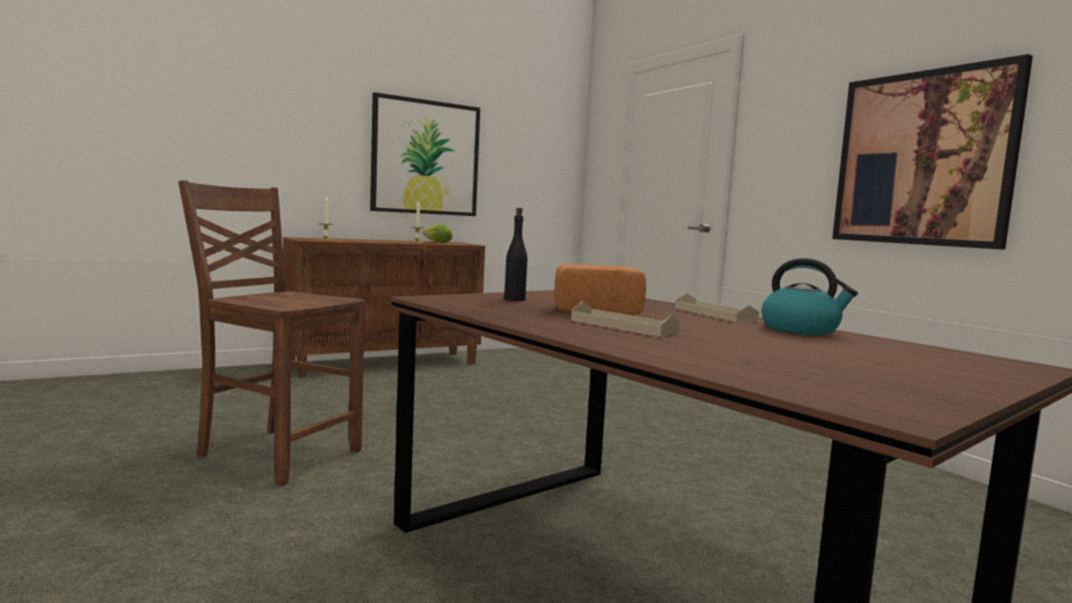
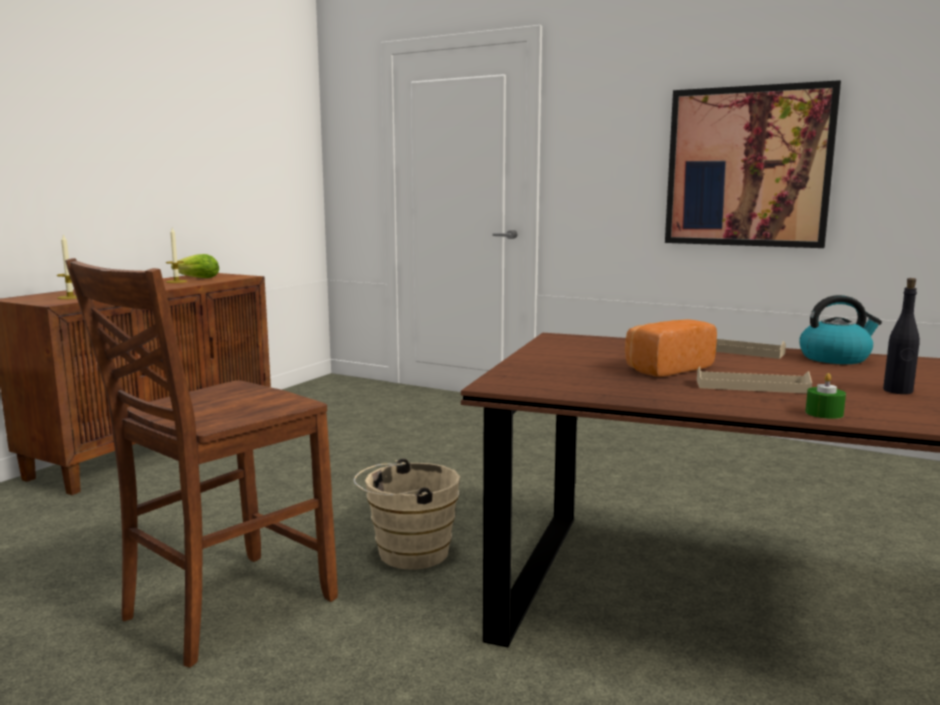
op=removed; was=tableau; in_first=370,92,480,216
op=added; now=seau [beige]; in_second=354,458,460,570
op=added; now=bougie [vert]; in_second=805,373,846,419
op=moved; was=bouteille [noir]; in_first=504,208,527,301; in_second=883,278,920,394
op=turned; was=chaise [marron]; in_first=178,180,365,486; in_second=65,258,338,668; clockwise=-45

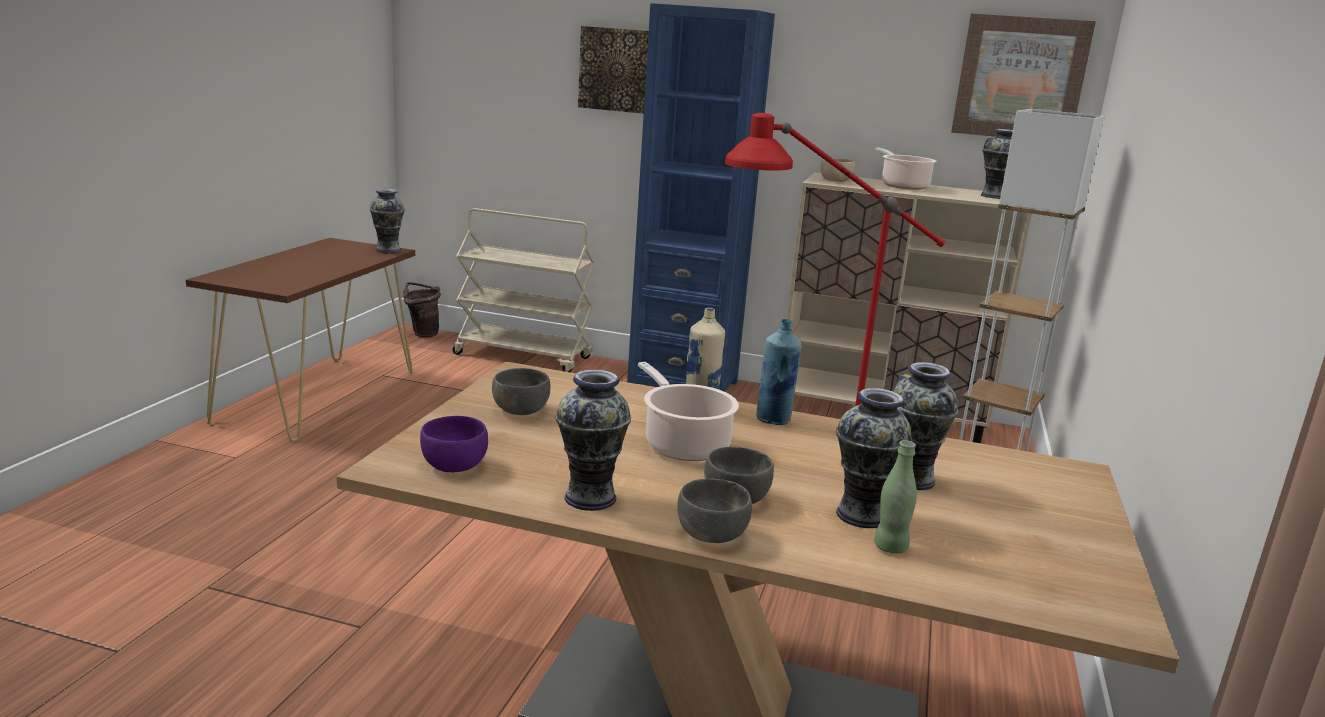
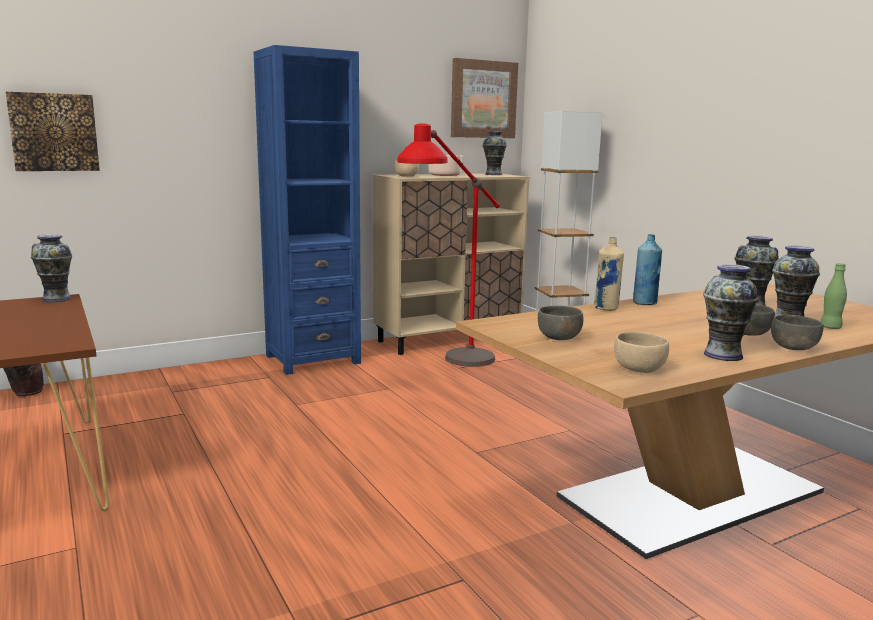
op=removed; was=chariot [beige]; in_first=453,208,595,372
op=removed; was=marmite; in_first=638,362,739,461
op=moved; was=tableau; in_first=578,26,649,114; in_second=6,92,100,171
op=recoloured; was=bol [violet]; now=bol [beige]; in_first=420,416,488,472; in_second=614,332,669,373

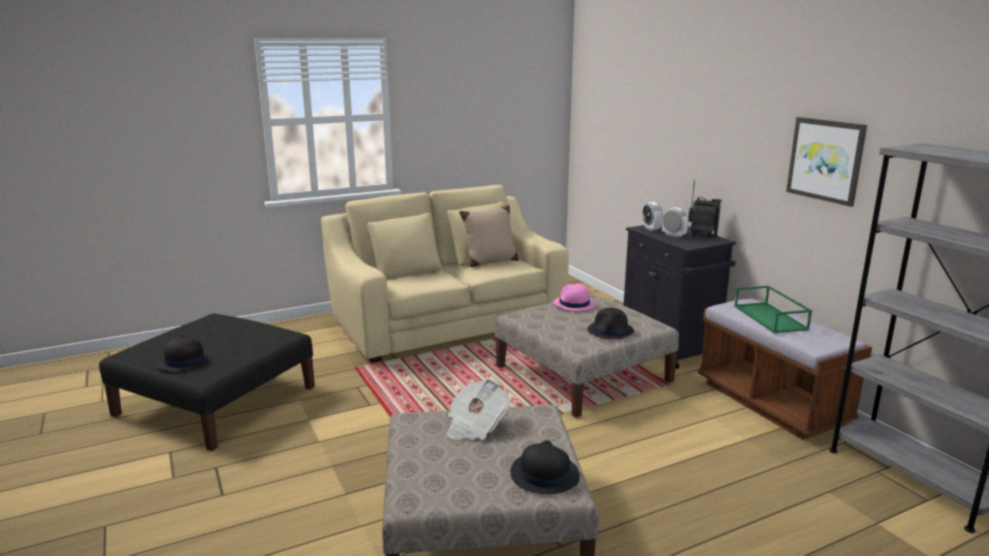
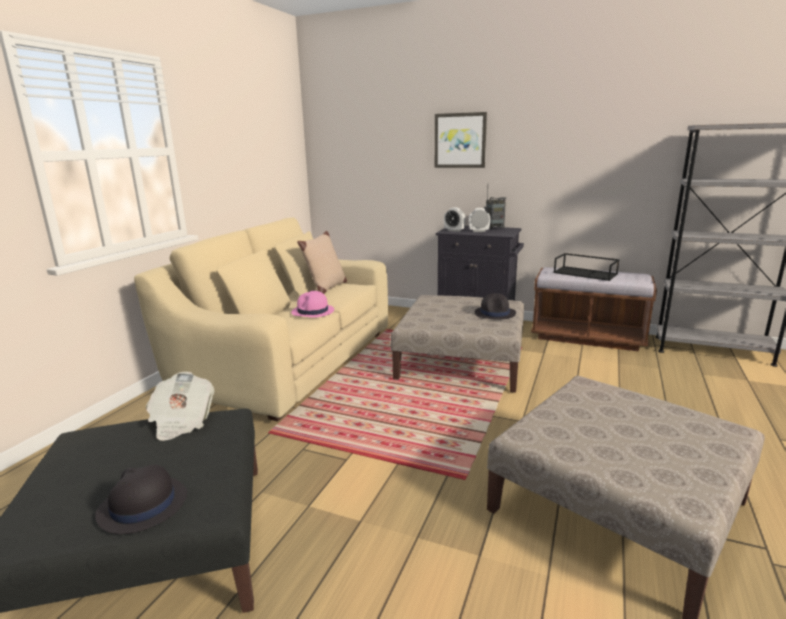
op=removed; was=chapeau [noir]; in_first=510,440,580,494
op=moved; was=journal; in_first=447,379,510,440; in_second=146,372,215,441
op=moved; was=chapeau [rose]; in_first=553,284,596,311; in_second=291,291,334,318
op=moved; was=tableau; in_first=786,117,867,207; in_second=435,112,487,168
op=recoloured; was=plateau [vert]; now=plateau [noir]; in_first=734,285,812,333; in_second=553,253,620,281

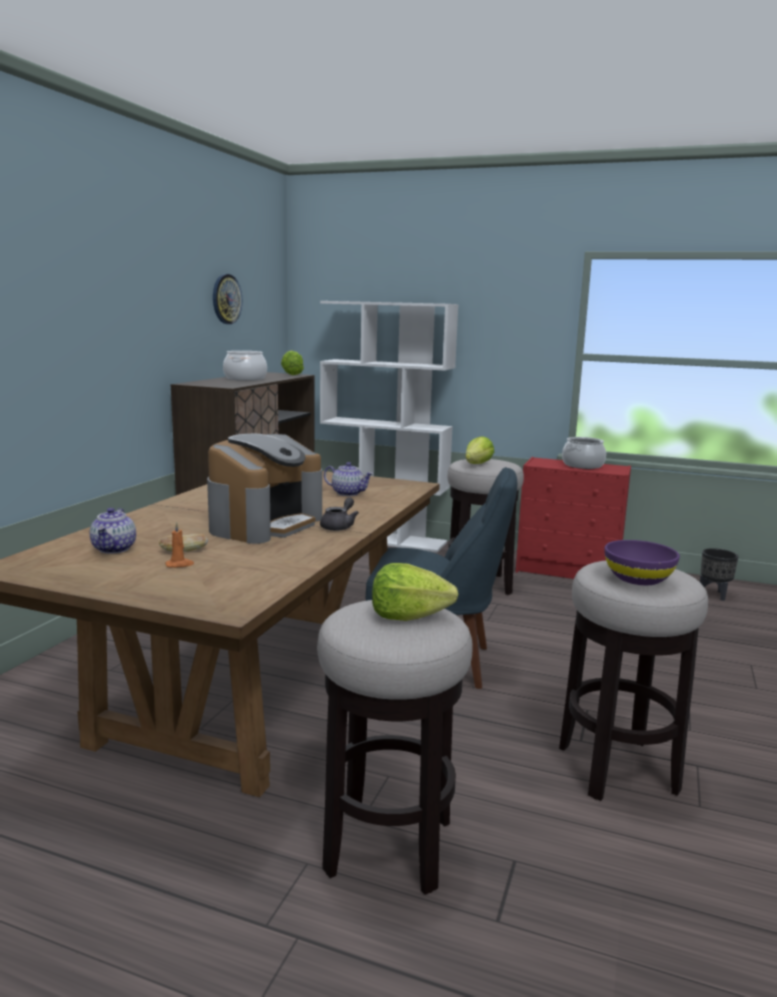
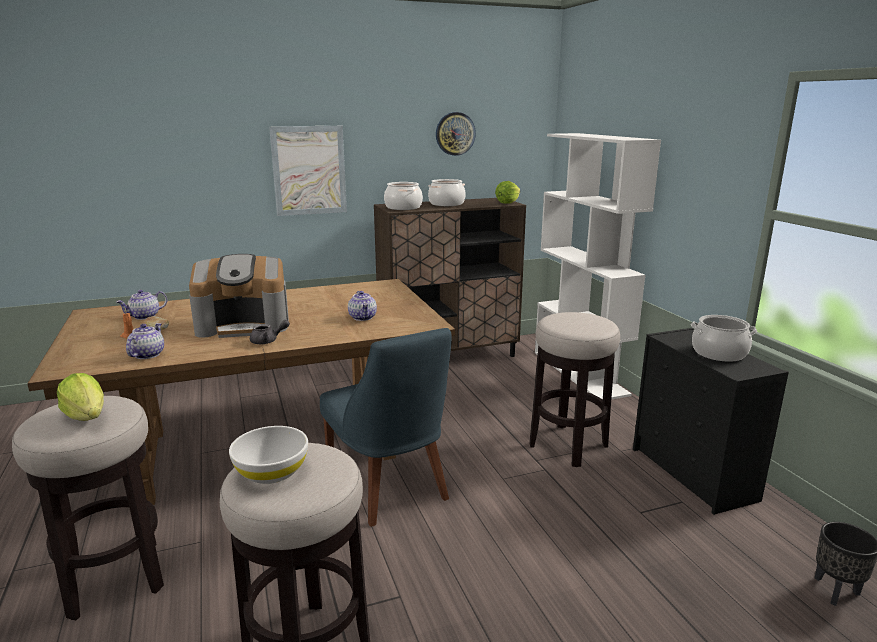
op=removed; was=laitue; in_first=465,436,494,464
op=added; now=théière; in_second=126,323,164,359
op=added; now=tableau; in_second=269,126,347,216
op=added; now=marmite; in_second=384,182,423,210
op=recoloured; was=commode [rouge]; now=commode [noir]; in_first=516,457,631,579; in_second=633,328,789,515
op=recoloured; was=bol [violet]; now=bol [blanc]; in_first=604,540,680,585; in_second=229,426,308,484

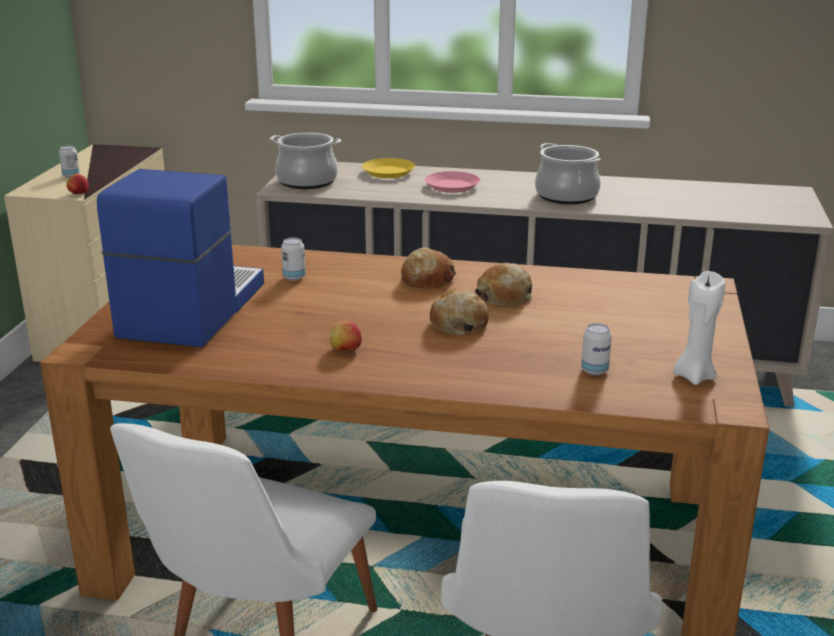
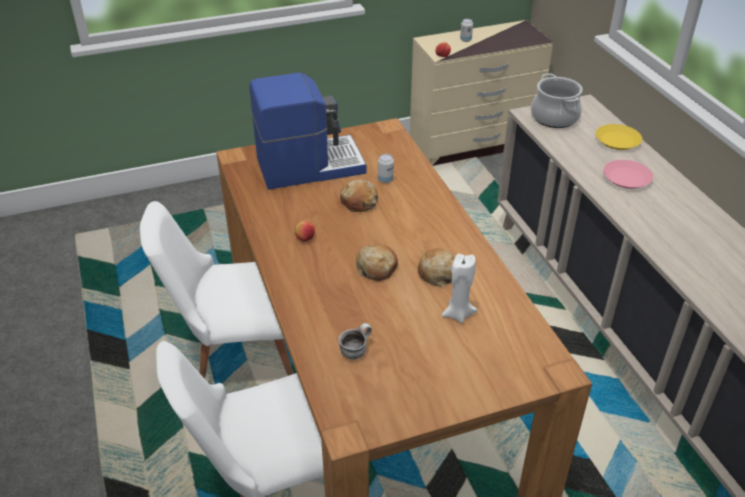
op=removed; was=marmite; in_first=535,143,601,204
op=moved; was=pain; in_first=401,247,456,288; in_second=340,179,378,212
op=moved; was=bougie [blanc]; in_first=673,271,725,385; in_second=441,254,477,323
op=replaced; was=boîte métallique; now=mug; in_first=581,323,612,375; in_second=338,323,372,359

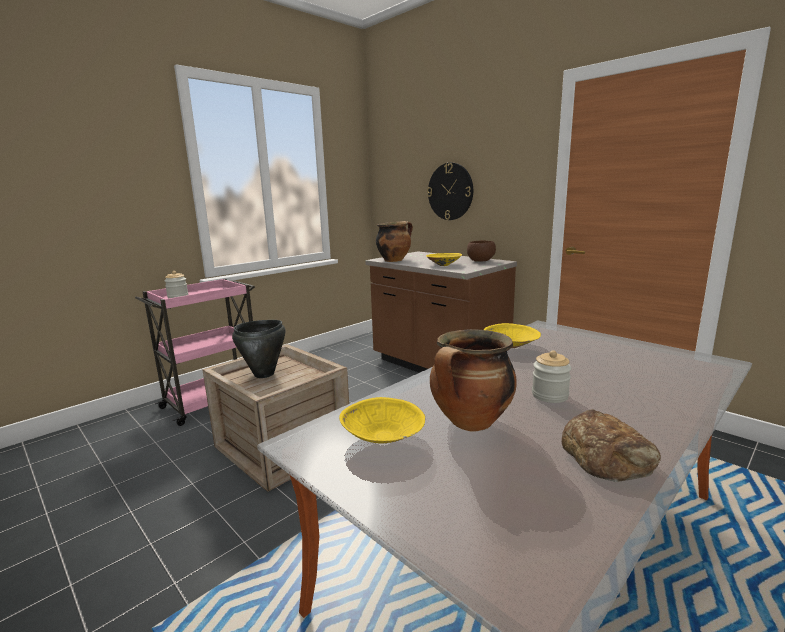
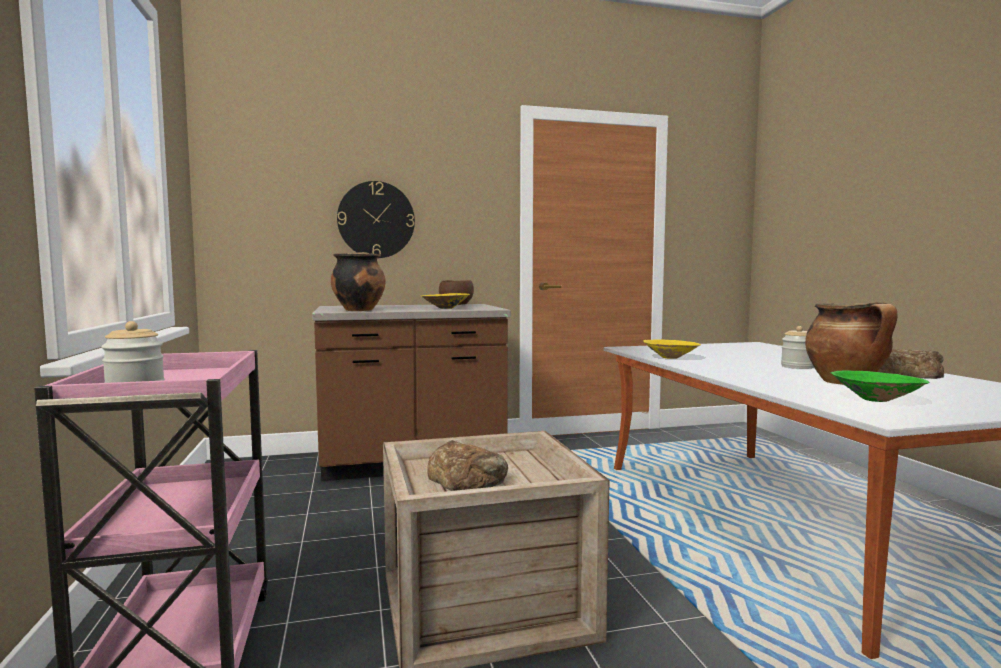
op=replaced; was=marmite [noir]; now=pain; in_first=232,320,286,378; in_second=427,440,508,491
op=recoloured; was=bol [jaune]; now=bol [vert]; in_first=339,397,425,443; in_second=831,370,929,402

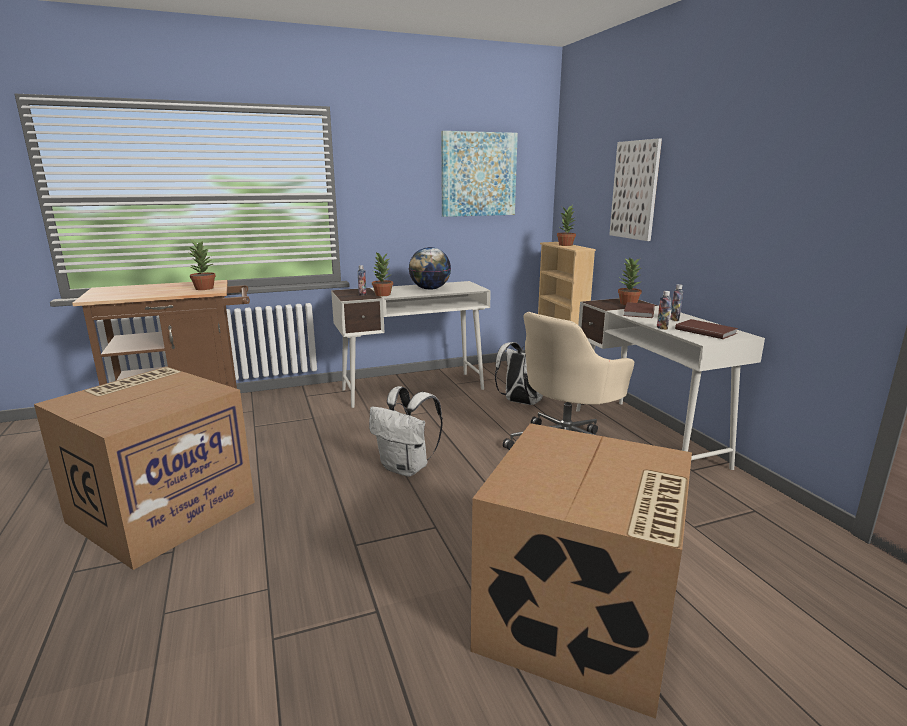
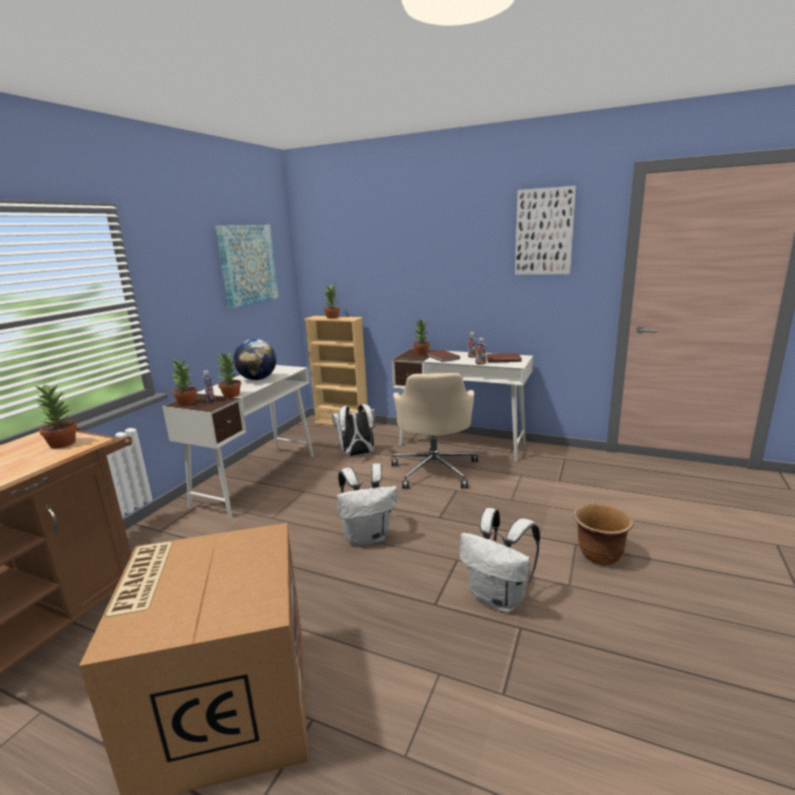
op=added; now=plante en pot; in_second=171,359,197,405
op=added; now=sac à dos [blanc]; in_second=459,508,540,613
op=moved; was=tableau; in_first=609,138,662,241; in_second=515,186,576,275
op=replaced; was=carton; now=cache-pot [marron]; in_first=471,423,692,719; in_second=573,503,634,565

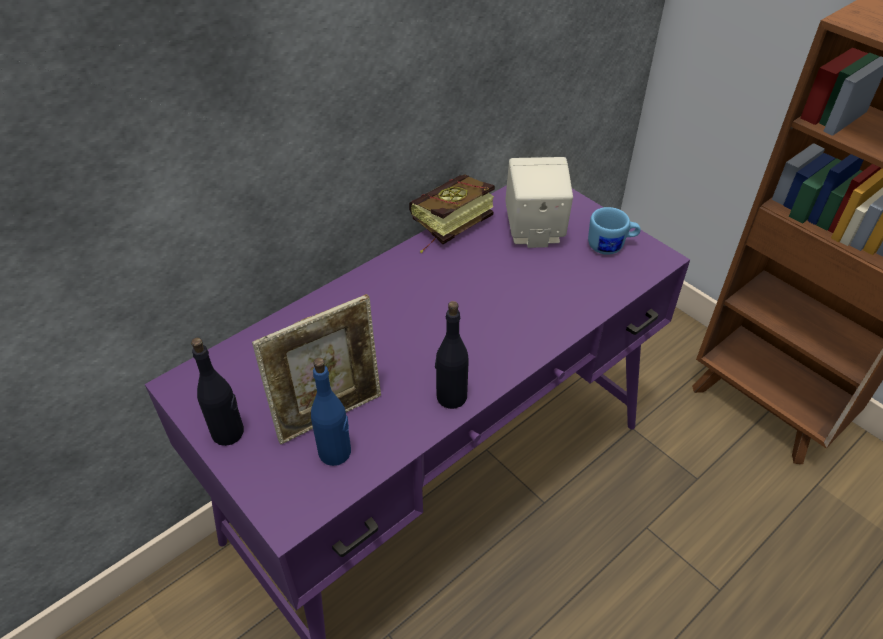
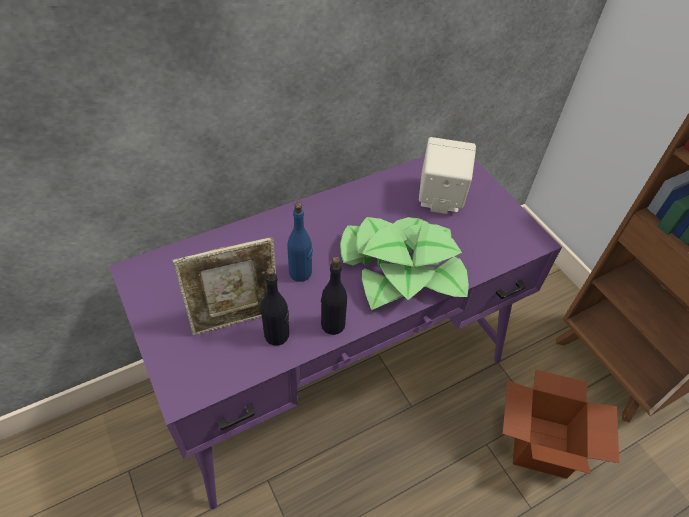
op=removed; was=livre; in_first=409,174,495,253
op=removed; was=mug [bleu]; in_first=588,207,641,255
op=added; now=plante en pot; in_second=340,217,469,310
op=added; now=carton; in_second=502,370,619,478
op=moved; was=bouteille [noir]; in_first=191,338,244,446; in_second=261,268,289,346
op=moved; was=bouteille [bleu]; in_first=311,358,351,466; in_second=287,202,313,282

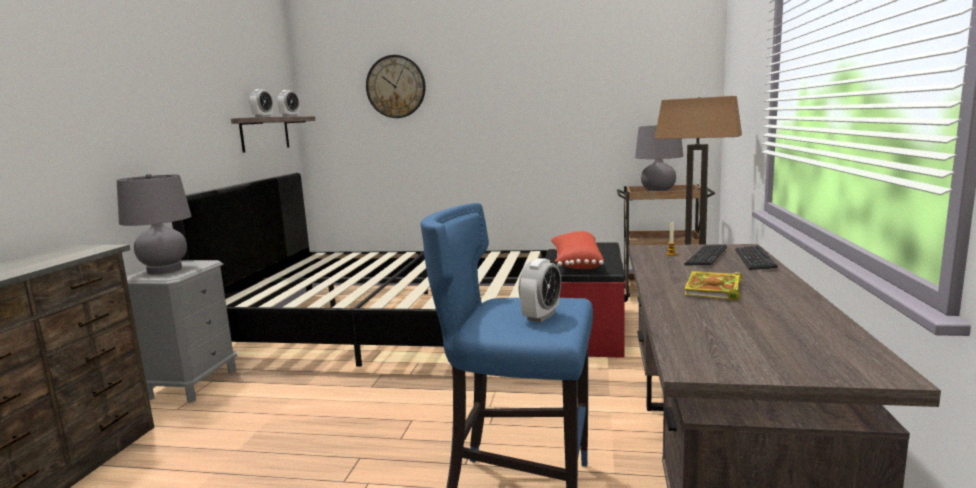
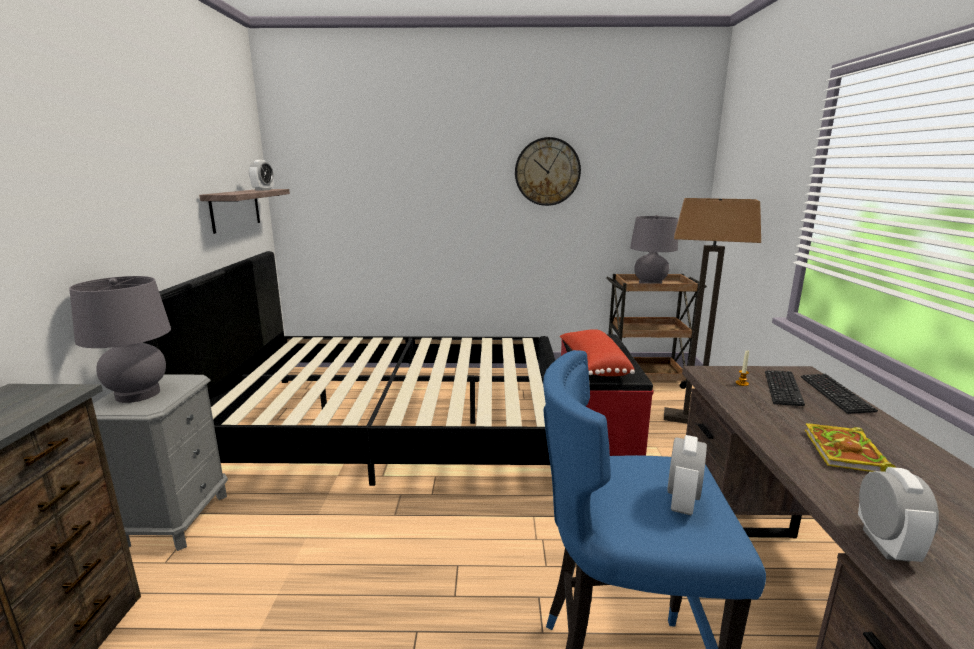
op=moved; was=réveil; in_first=249,89,273,117; in_second=858,467,939,562
op=moved; was=horloge murale; in_first=366,55,426,118; in_second=515,137,581,206

